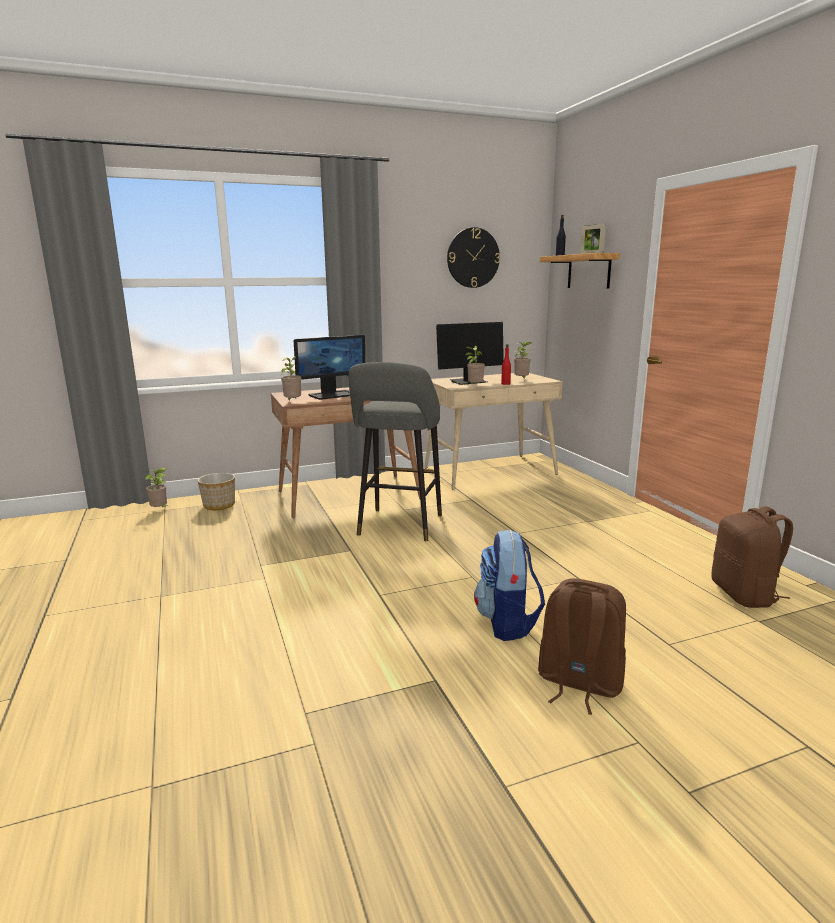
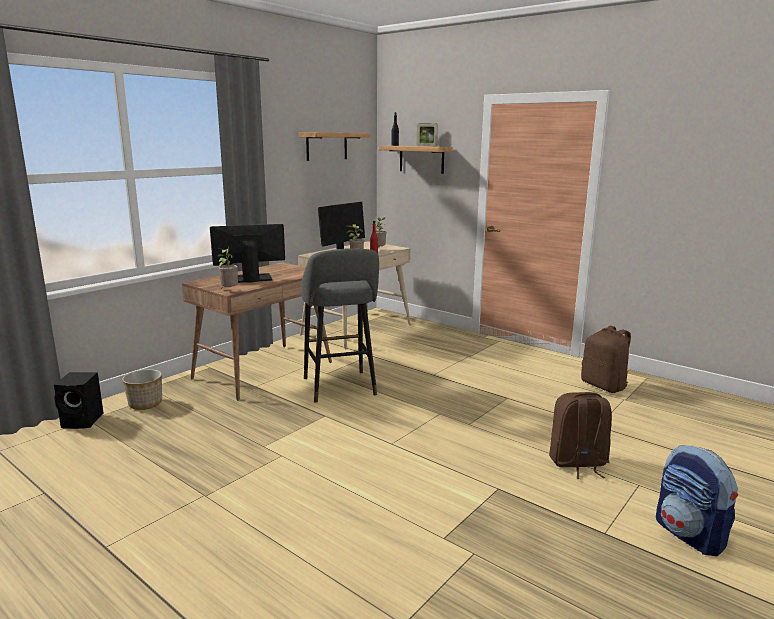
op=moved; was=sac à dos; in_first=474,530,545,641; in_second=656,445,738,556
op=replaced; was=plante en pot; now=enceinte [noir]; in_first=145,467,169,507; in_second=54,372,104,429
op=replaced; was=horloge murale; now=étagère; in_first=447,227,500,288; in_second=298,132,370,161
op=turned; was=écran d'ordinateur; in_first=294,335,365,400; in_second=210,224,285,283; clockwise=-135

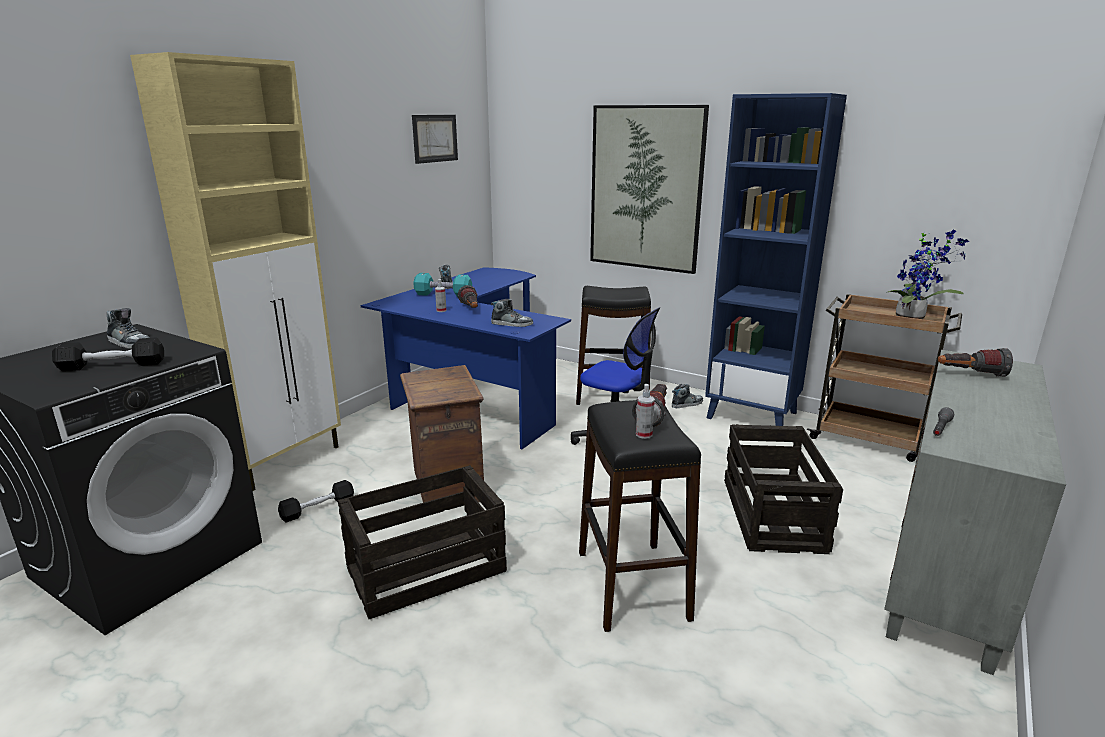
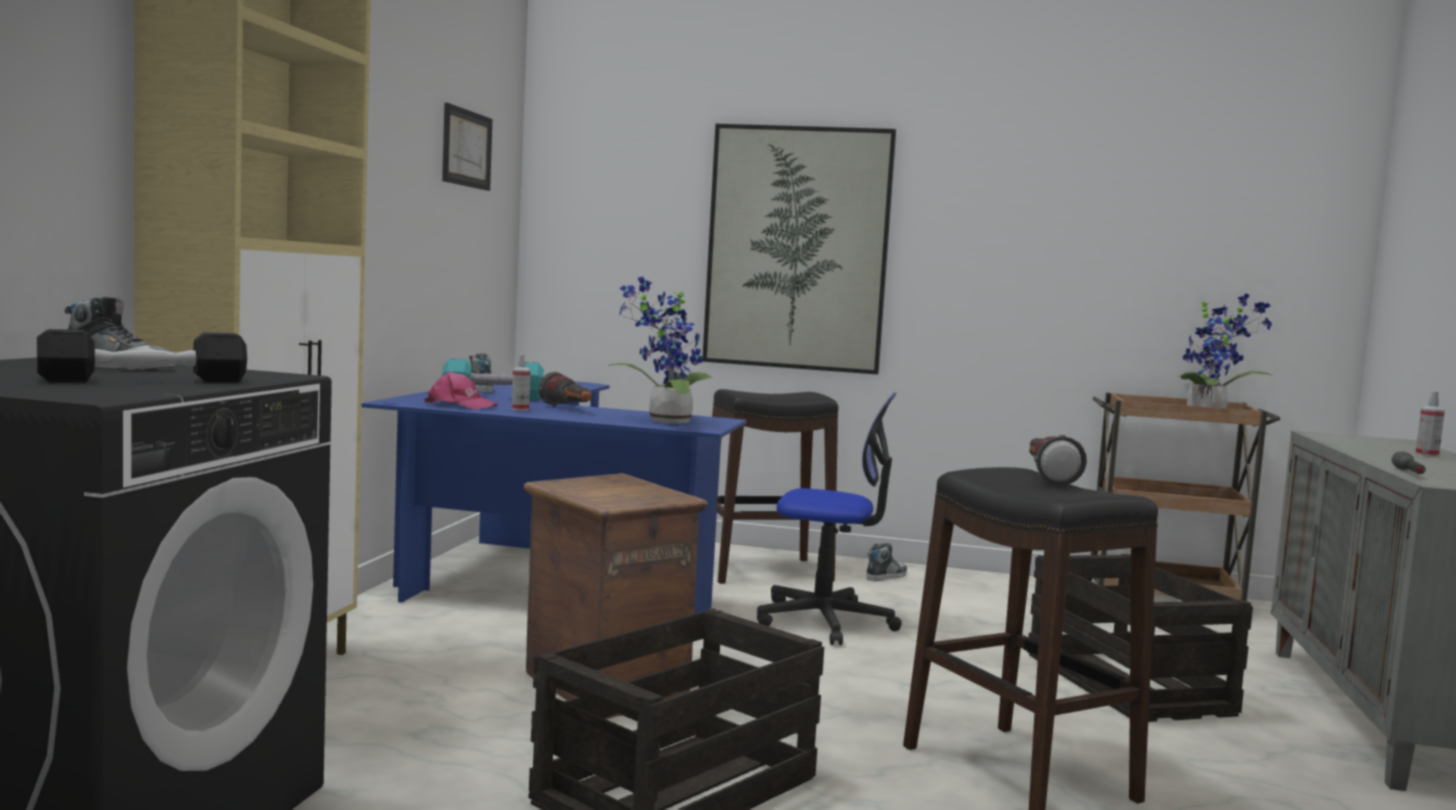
op=removed; was=haltère [noir]; in_first=278,480,354,523
op=removed; was=bibliothèque [bleu]; in_first=705,93,847,426
op=removed; was=lampe de poche; in_first=938,348,1013,377
op=added; now=casquette [rose]; in_second=424,371,498,410
op=moved; was=vaporisateur; in_first=636,384,655,439; in_second=1415,391,1445,457
op=replaced; was=chaussure; now=plante en pot; in_first=491,299,533,327; in_second=608,276,712,424

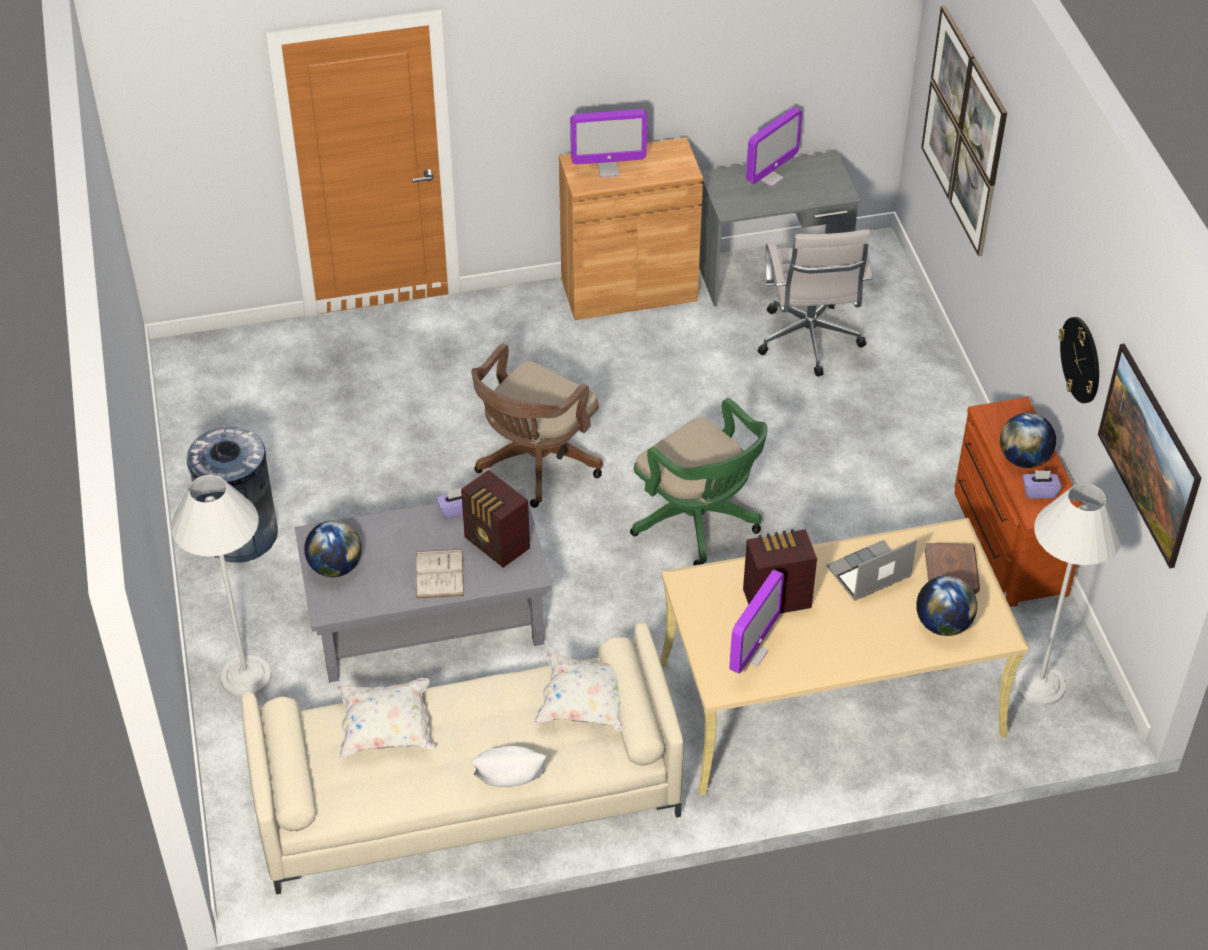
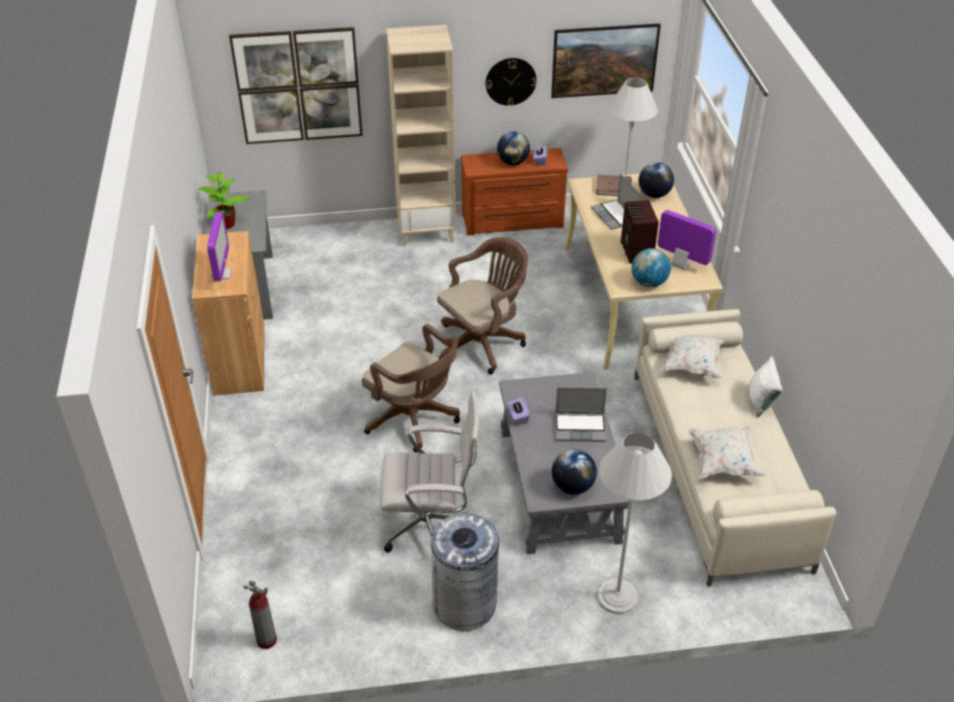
op=removed; was=radio; in_first=461,470,530,568
op=added; now=extincteur; in_second=243,581,277,649
op=added; now=bibliothèque [beige]; in_second=386,25,456,246
op=added; now=globe; in_second=632,248,671,287
op=moved; was=chaise de bureau [blanc]; in_first=758,229,872,377; in_second=380,390,479,553
op=replaced; was=livre [blanc]; now=ordinateur portable; in_first=416,549,464,598; in_second=555,387,607,442
op=replaced; was=écran d'ordinateur; now=plante en pot; in_first=746,107,802,187; in_second=198,172,251,229
op=recoloured; was=chaise de bureau [vert]; now=chaise de bureau [marron]; in_first=630,398,767,565; in_second=437,237,528,374

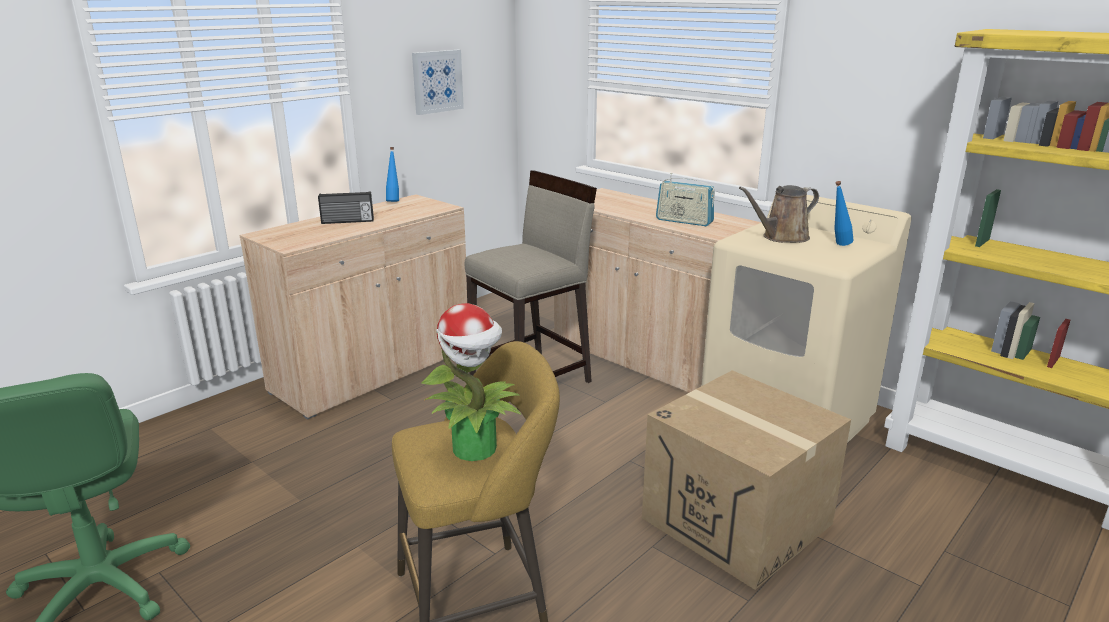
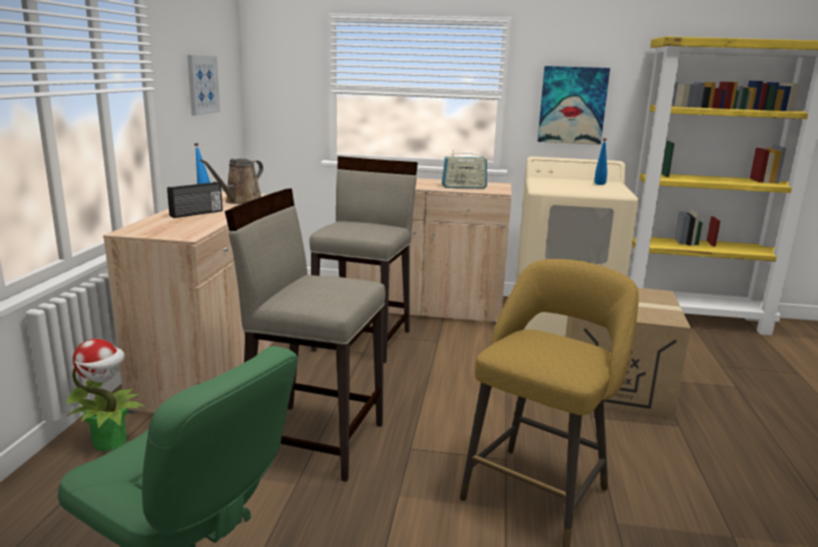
op=added; now=tabouret [beige]; in_second=225,188,386,482
op=added; now=tableau; in_second=537,66,610,145
op=moved; was=plante en pot; in_first=421,303,521,461; in_second=66,339,146,451
op=moved; was=arrosoir [marron]; in_first=739,185,819,243; in_second=200,159,263,204

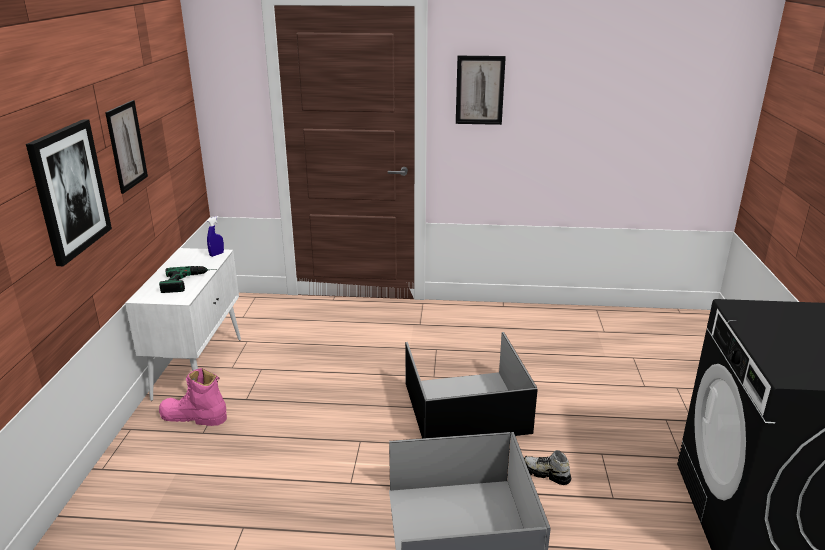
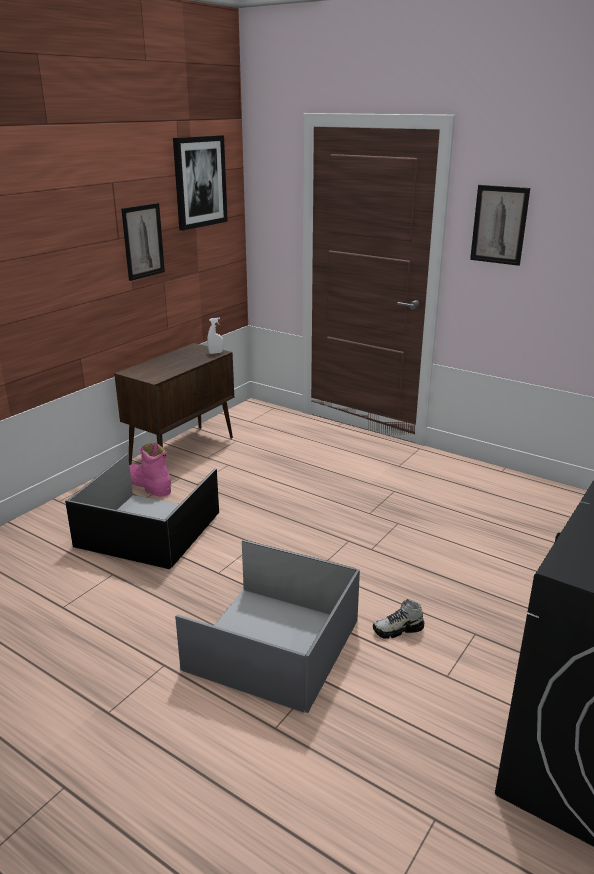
op=removed; was=perceuse; in_first=159,266,217,293
op=moved; was=tableau; in_first=26,119,112,266; in_second=173,135,228,231
op=moved; was=boîte de rangement [noir]; in_first=405,332,538,438; in_second=65,454,219,569
op=recoloured; was=meuble de rangement [blanc]; now=meuble de rangement [marron]; in_first=125,248,241,401; in_second=114,343,234,465
op=recoloured; was=vaporisateur [bleu]; now=vaporisateur [blanc]; in_first=207,216,224,257; in_second=207,317,223,354
op=turned; was=chaussure; in_first=524,450,571,485; in_second=373,599,424,639; clockwise=-75

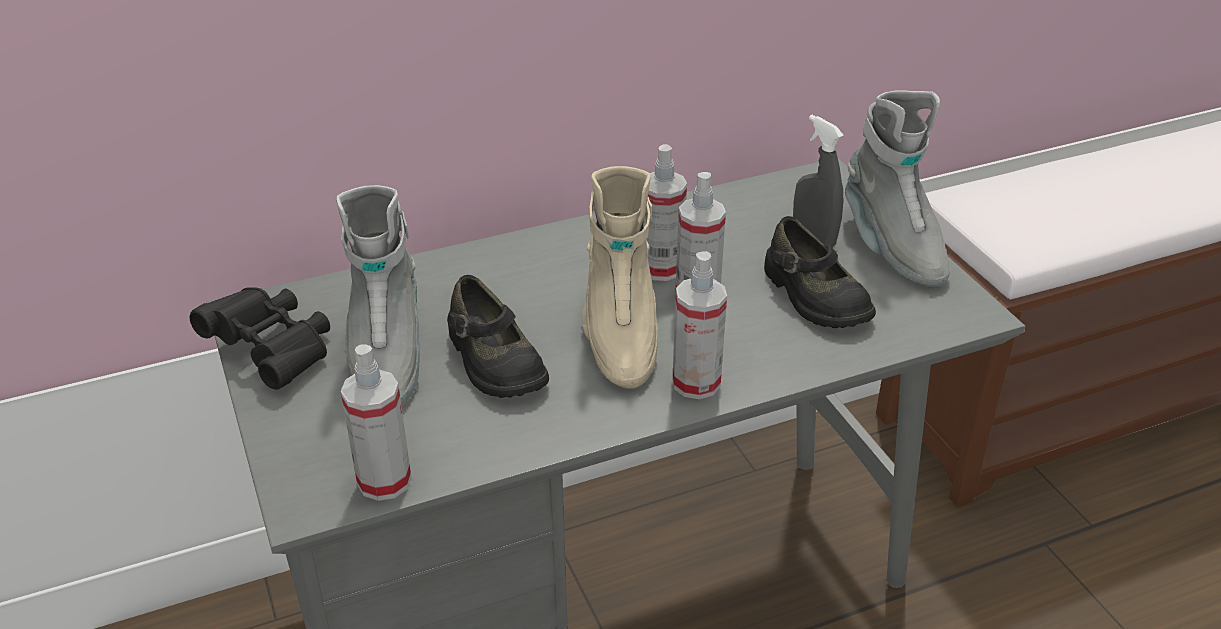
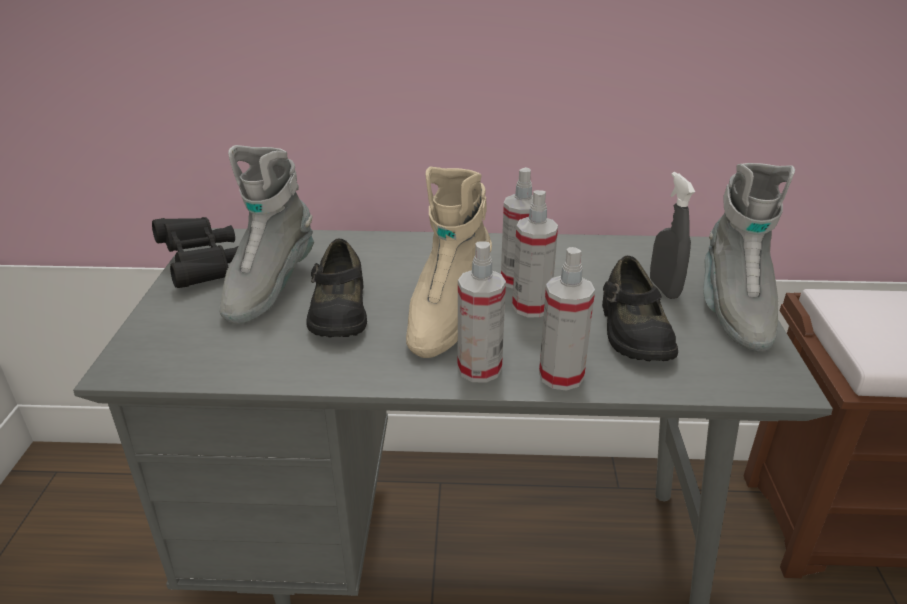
op=moved; was=vaporisateur; in_first=341,345,411,501; in_second=539,247,595,391

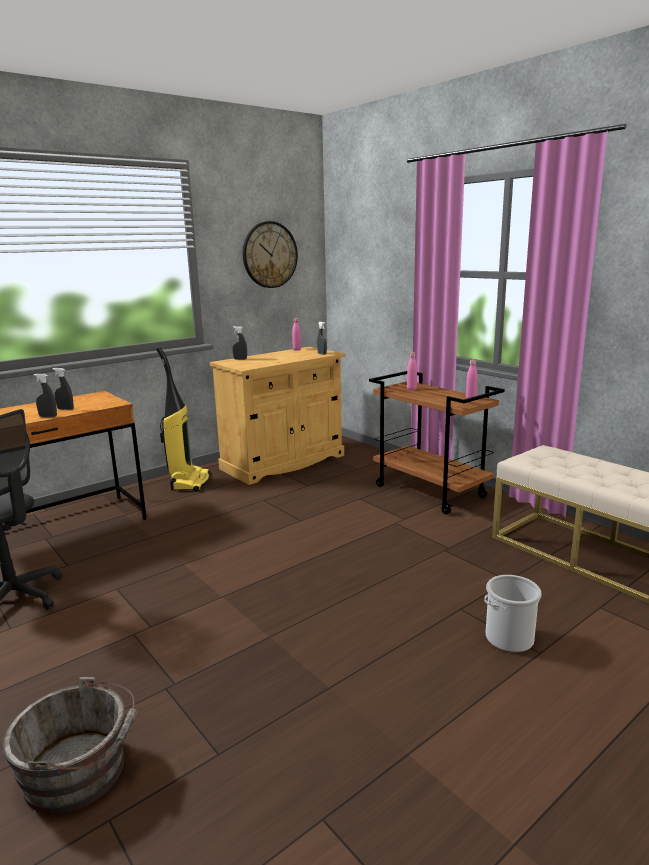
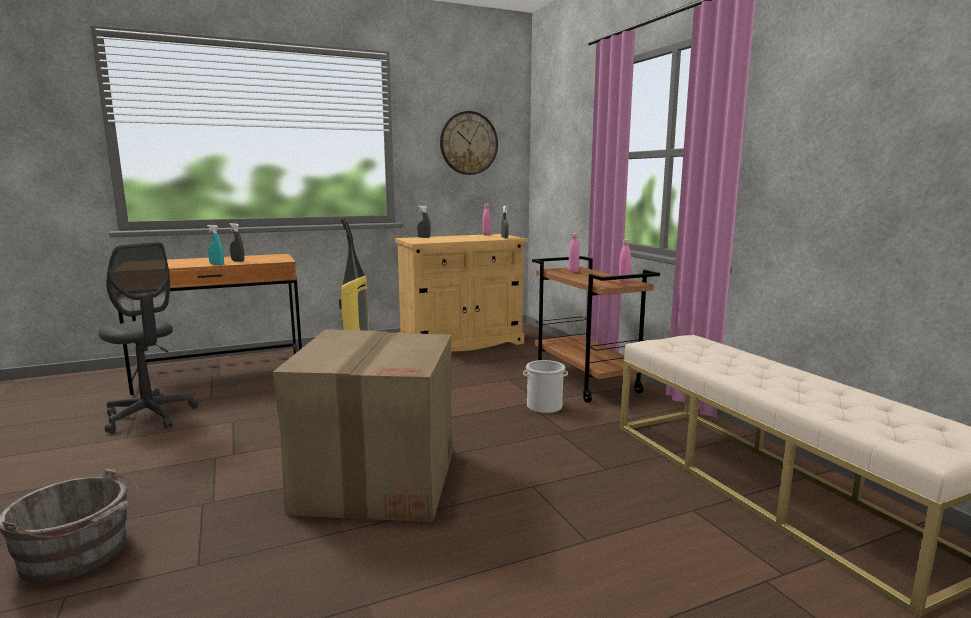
op=added; now=carton; in_second=273,329,453,522
op=moved; was=seau; in_first=484,575,542,653; in_second=523,360,568,414
op=recoloured; was=vaporisateur [gris]; now=vaporisateur [turquoise]; in_first=34,374,57,417; in_second=207,225,224,265

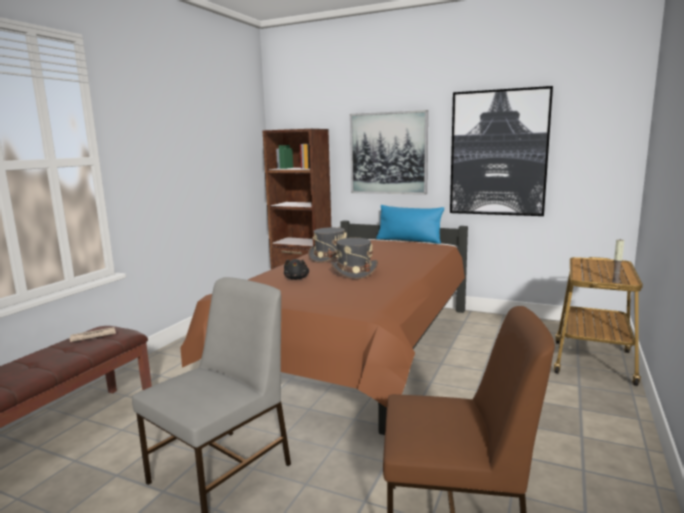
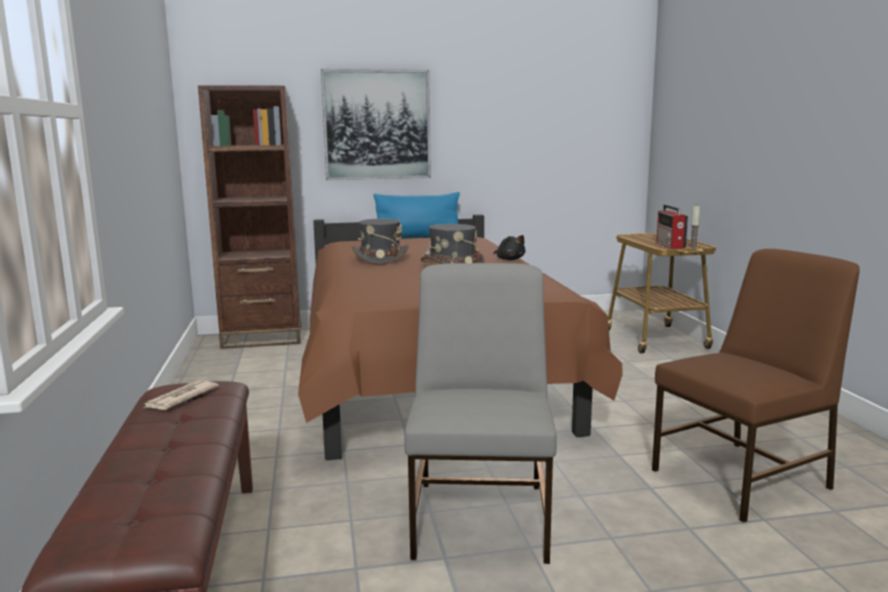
op=removed; was=tableau; in_first=450,86,553,216
op=added; now=radio; in_second=656,205,688,249
op=moved; was=peluche [noir]; in_first=284,259,309,280; in_second=494,235,526,260

